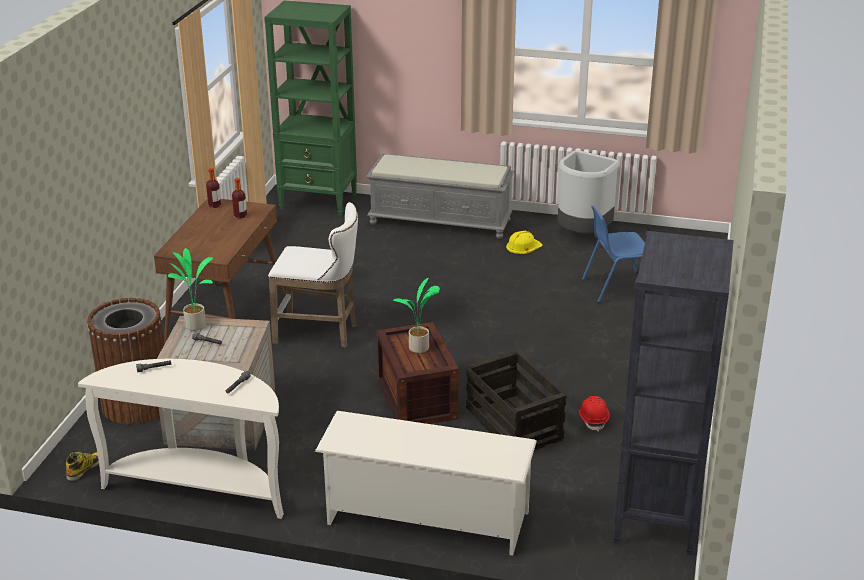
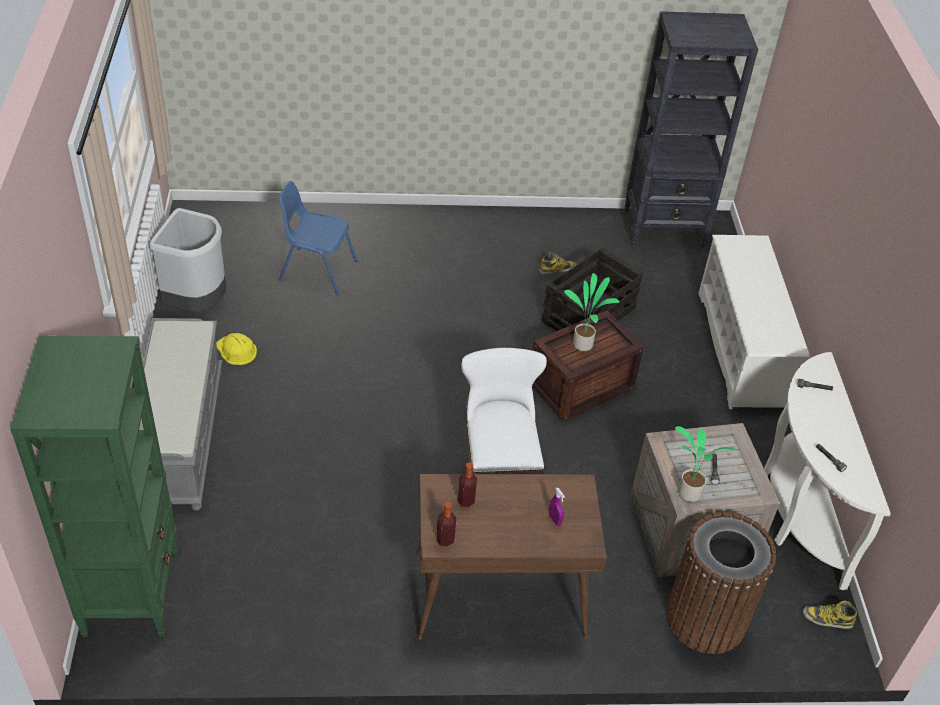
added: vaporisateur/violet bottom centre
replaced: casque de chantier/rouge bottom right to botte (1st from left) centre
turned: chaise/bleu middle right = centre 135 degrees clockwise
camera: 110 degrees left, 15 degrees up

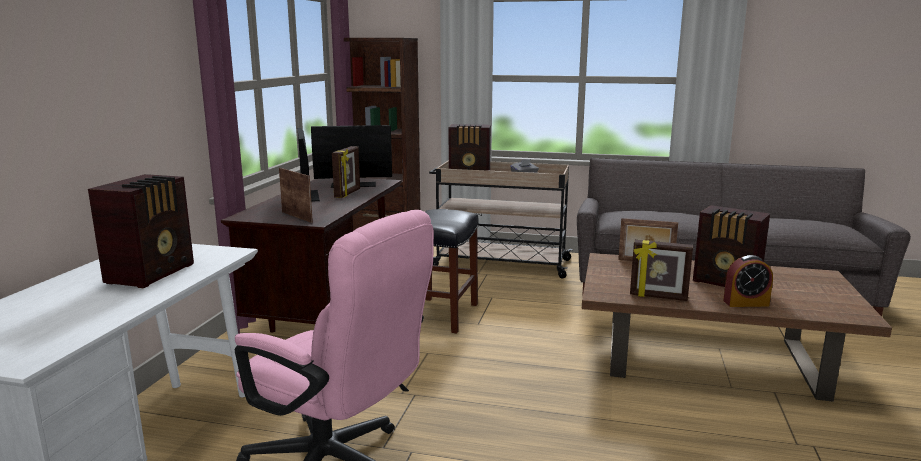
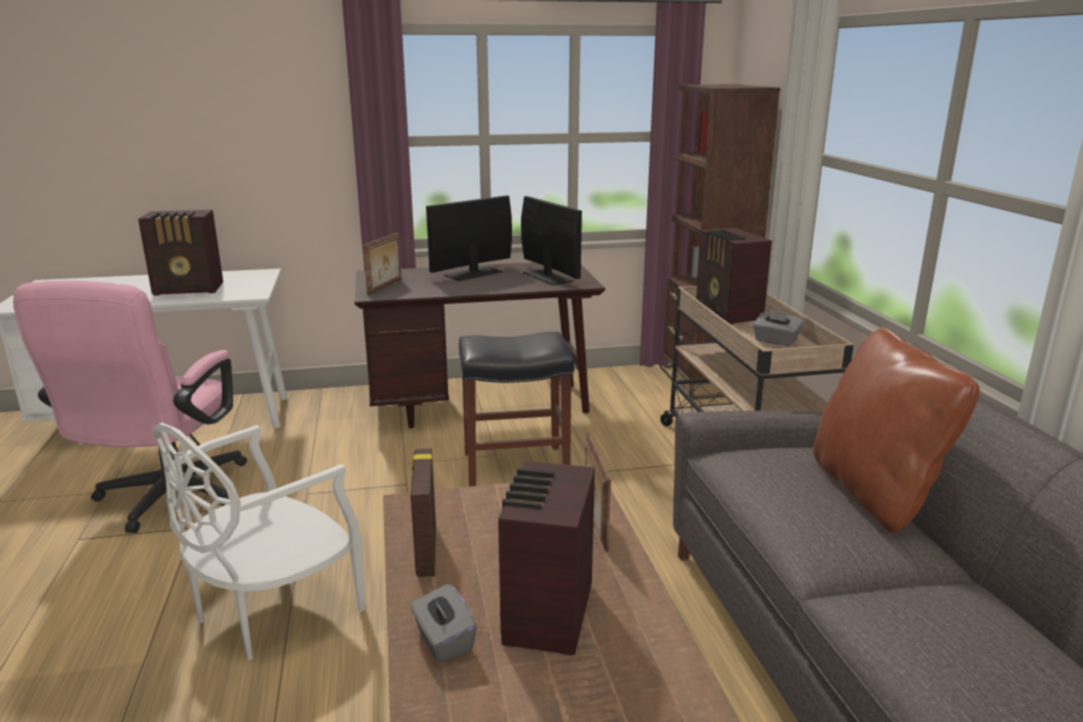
removed: cadre photo (2nd from left) centre
added: coussin/marron middle right; chaise/blanc bottom left
replaced: réveil middle right to boîte à mouchoirs/gris (1st from left) bottom centre
camera: 65 degrees right, 5 degrees up

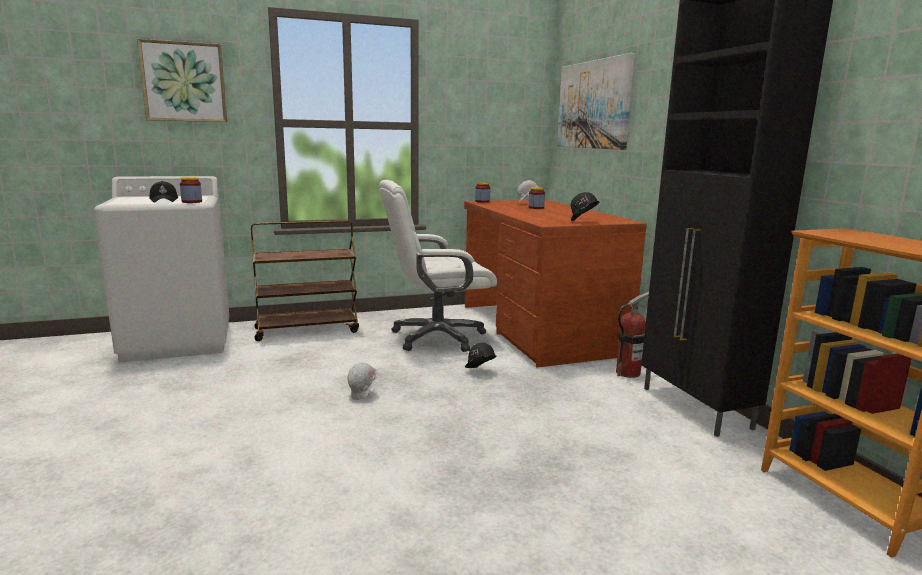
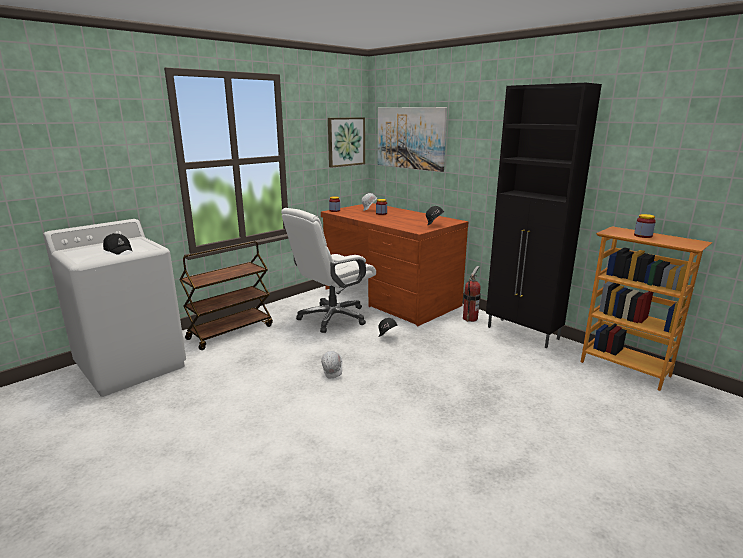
moved: tableau (1st from left) top left to top centre; bocal (1st from left in the first image) top left to bocal (3rd from left) middle right
camera: 25 degrees left, 5 degrees up

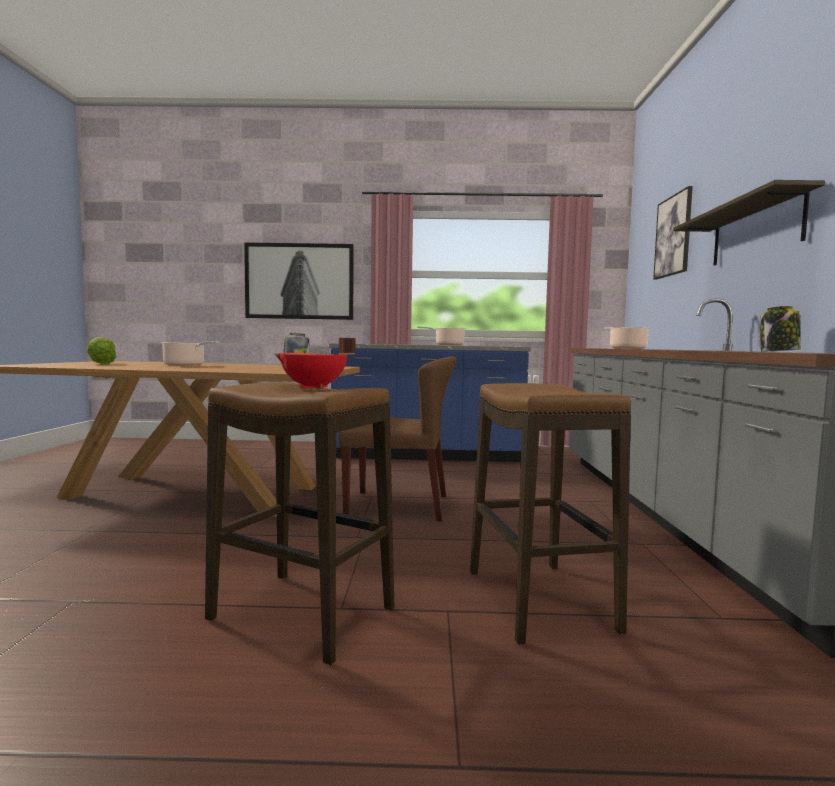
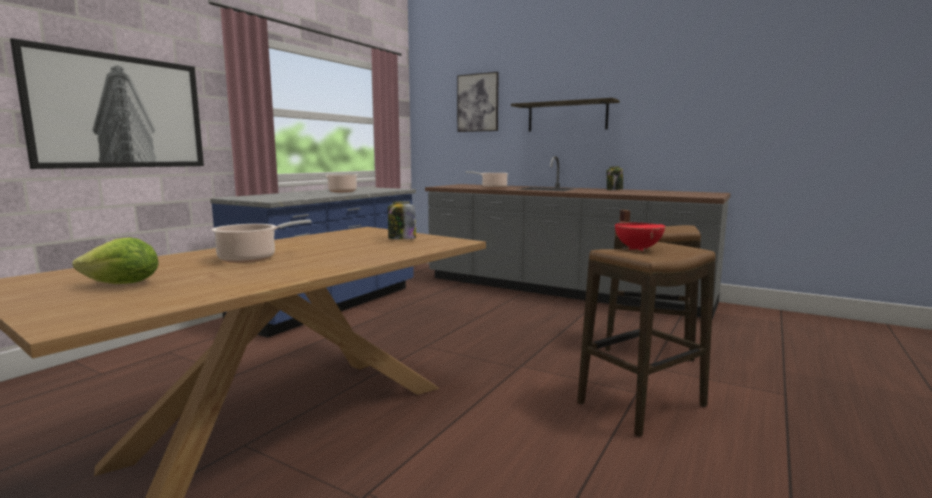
removed: chaise/marron centre
camera: 60 degrees left, 5 degrees up

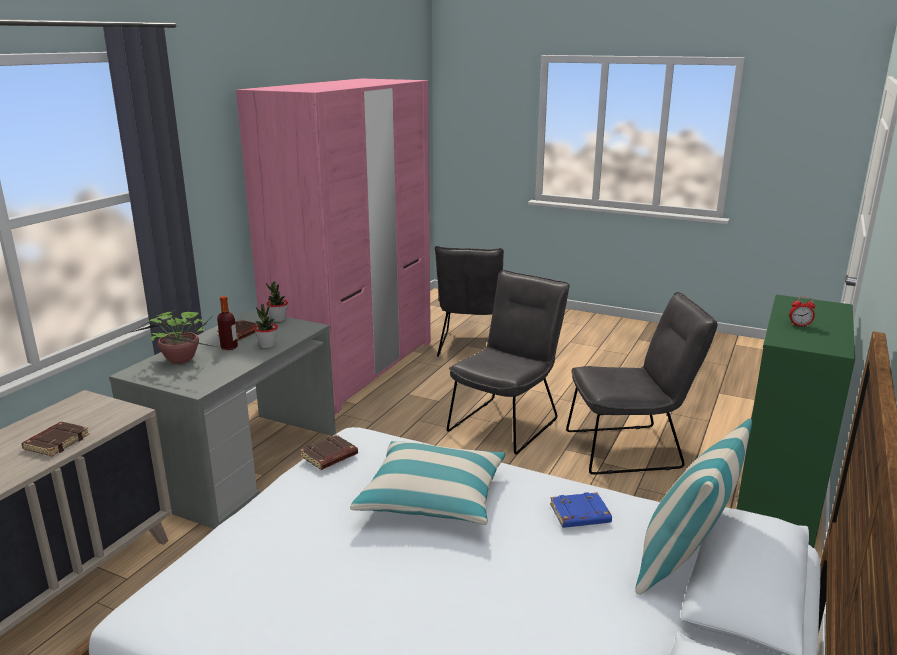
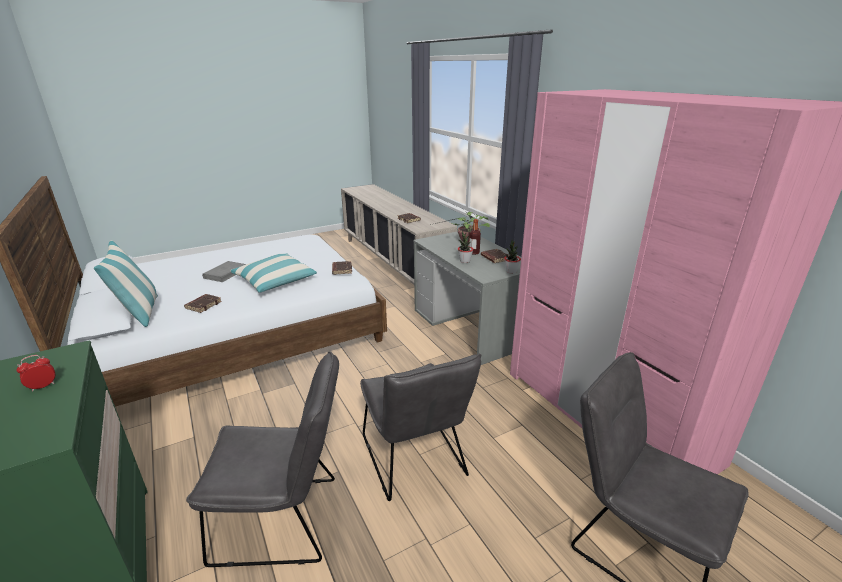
added: livre/gris middle left
recoloured: livre/bleu bottom centre to livre/marron (1st from left) middle left
turned: chaise/gris (3rd from left in the first image) middle right = bottom left 120 degrees counterclockwise
camera: 125 degrees right, 5 degrees up

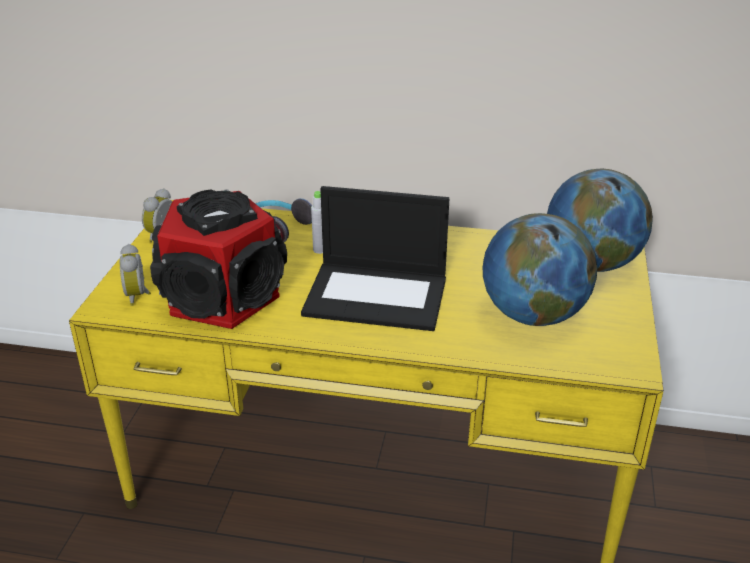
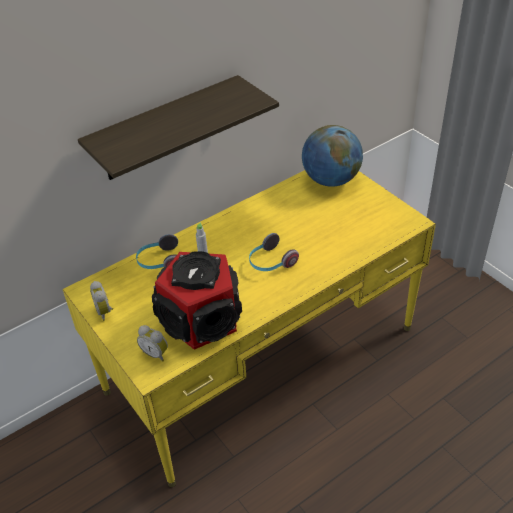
removed: globe (1st from left) middle right
added: étagère top centre
replaced: ordinateur portable centre to casque audio (2nd from left) centre
camera: 45 degrees left, 10 degrees up

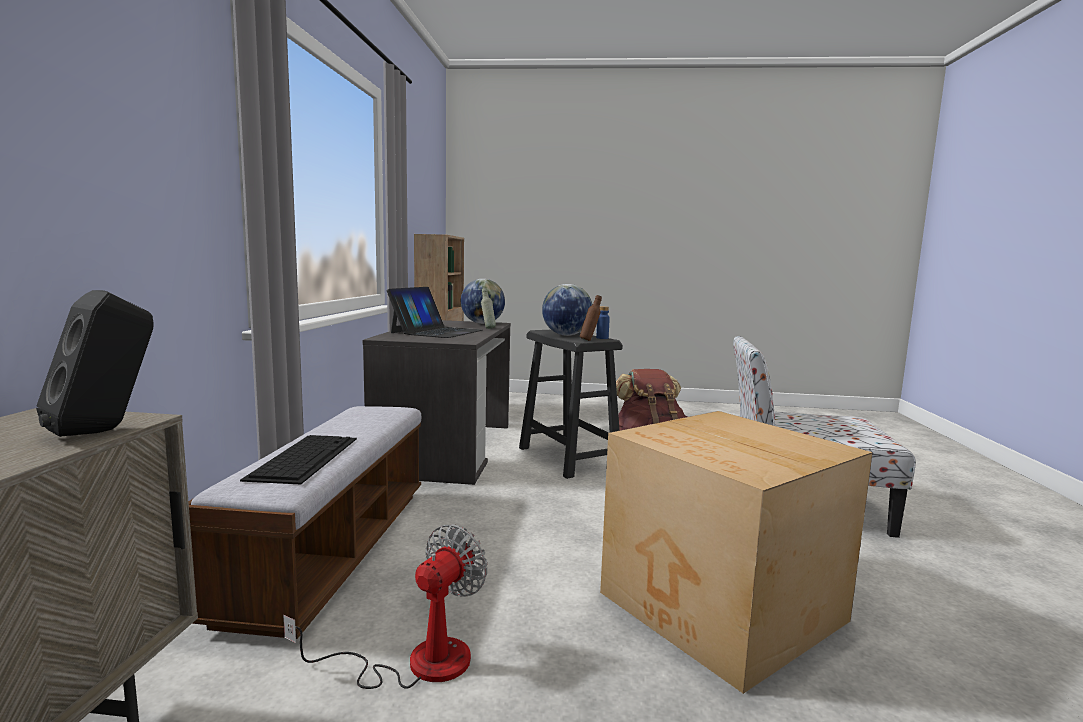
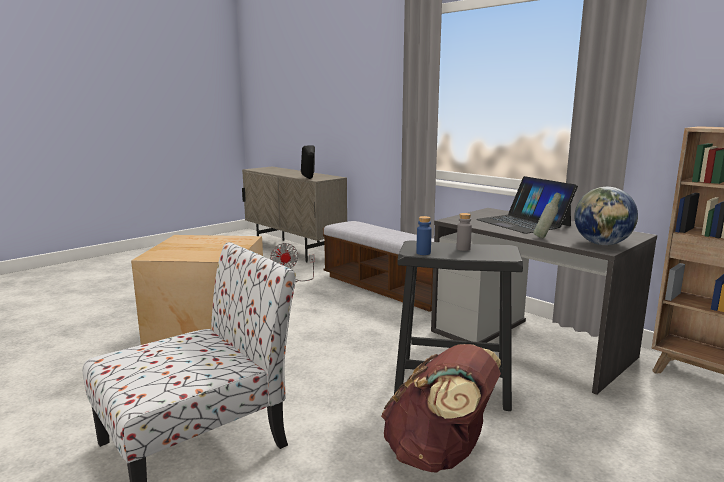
removed: bouteille/marron centre; clavier middle left
replaced: globe (2nd from left) centre to bouteille/gris (1st from left) centre
camera: 130 degrees right, 5 degrees up

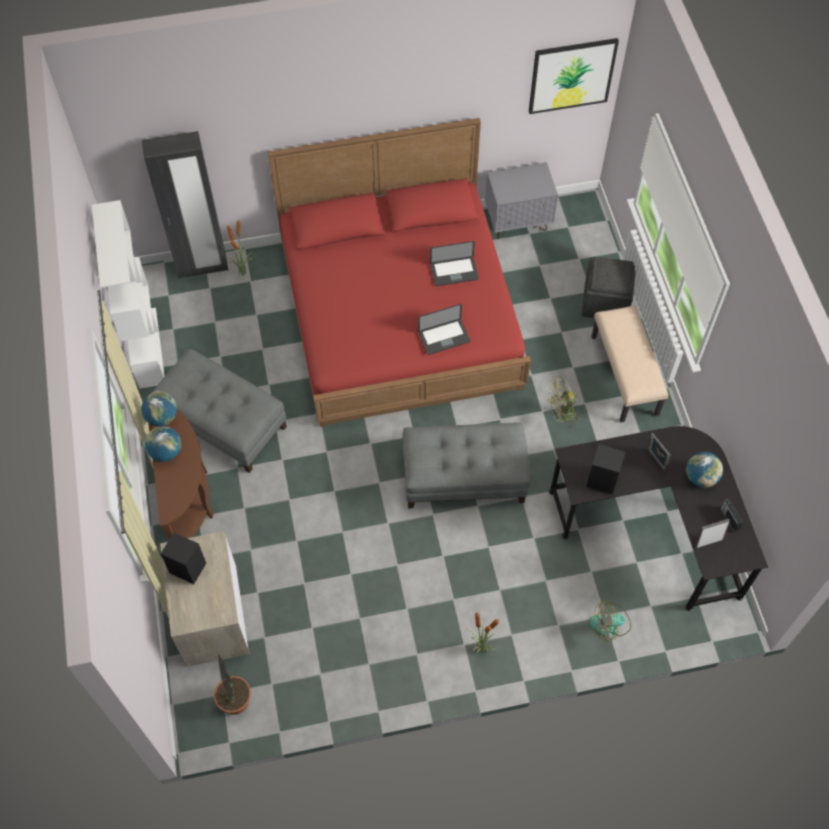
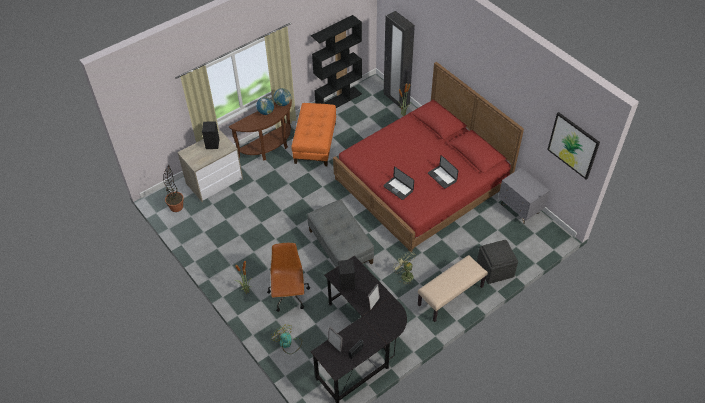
removed: globe (3rd from left) middle right
added: chaise de bureau/marron bottom centre
recoloured: bibliothèque/blanc middle left to bibliothèque/noir top centre; pouf/gris (1st from left) middle left to pouf/orange top centre
camera: 65 degrees right, 10 degrees down

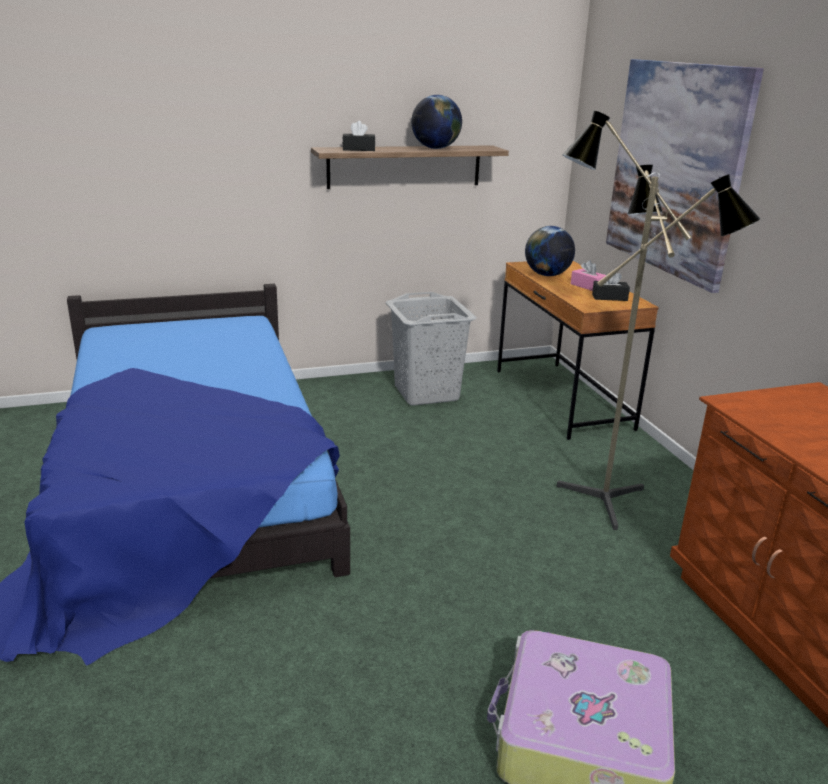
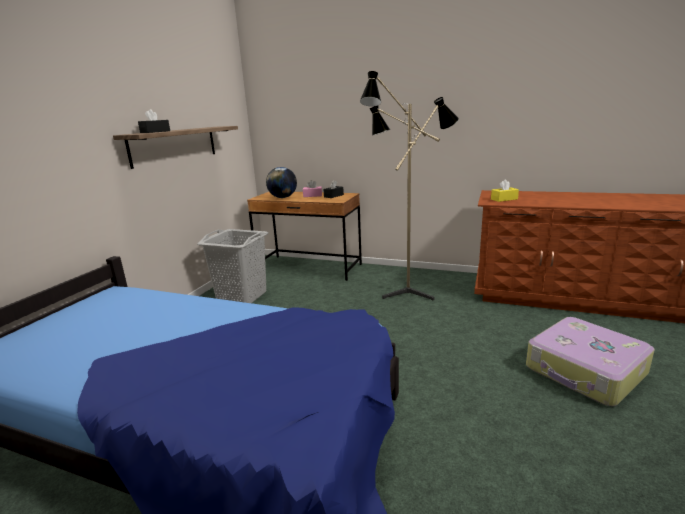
removed: tableau top right; globe (1st from left) top centre
added: boîte à mouchoirs/jaune middle right
camera: 50 degrees left, 5 degrees down

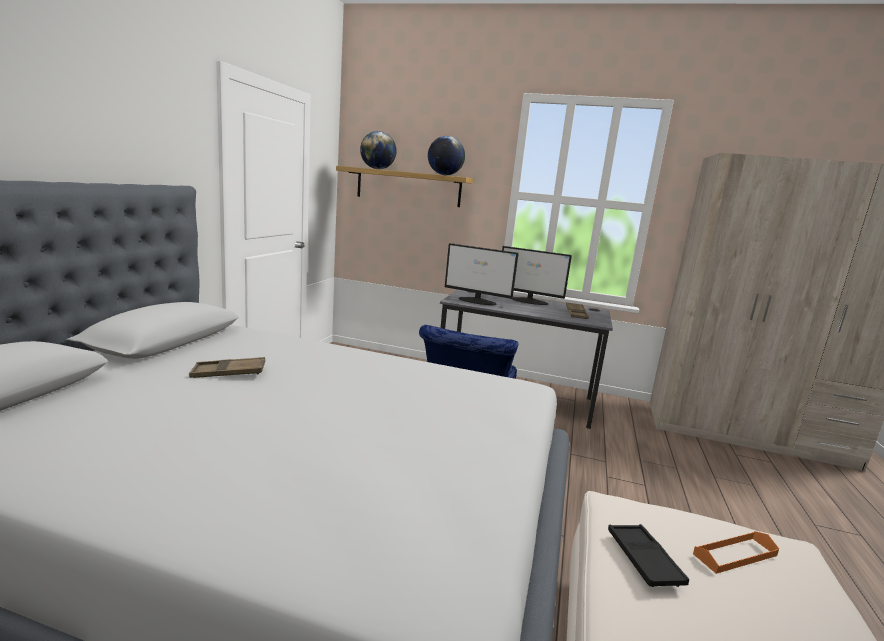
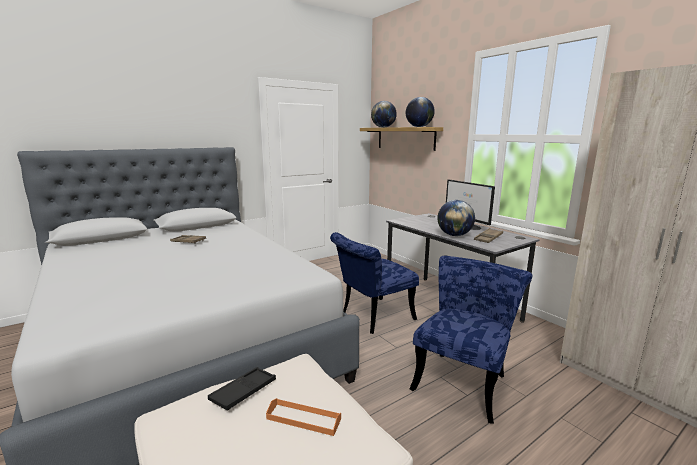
removed: écran d'ordinateur (1st from left) centre
added: globe (3rd from left) centre; chaise/bleu (2nd from left) bottom right
camera: 40 degrees right, 0 degrees up

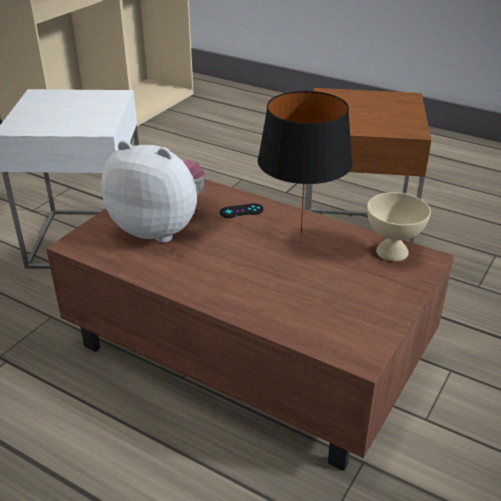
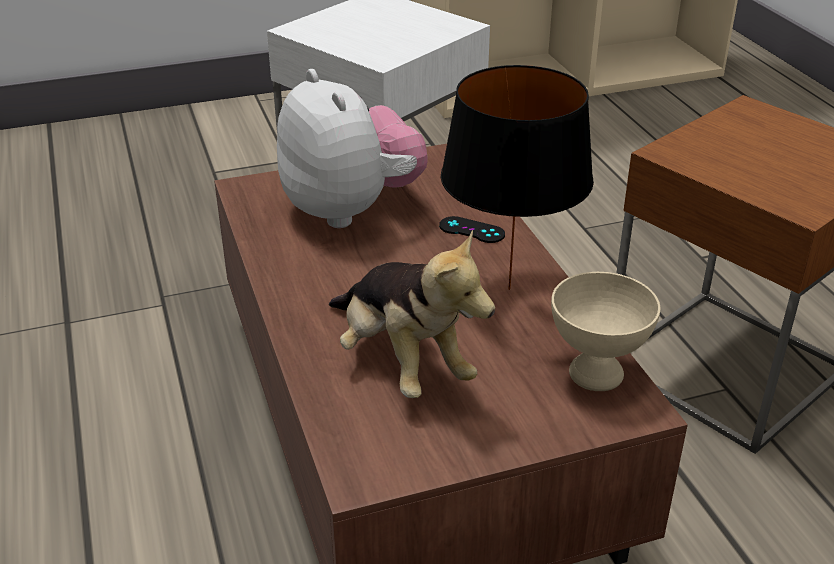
added: peluche (2nd from left) centre
camera: 40 degrees right, 0 degrees up

